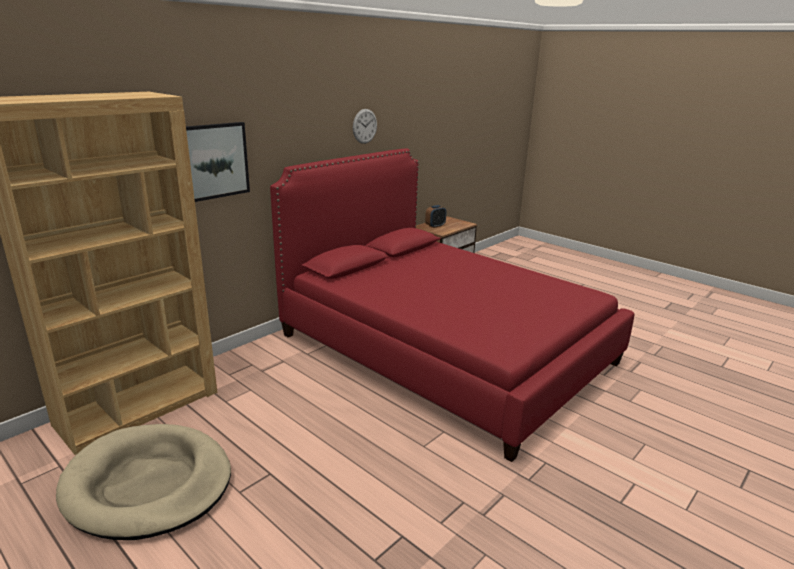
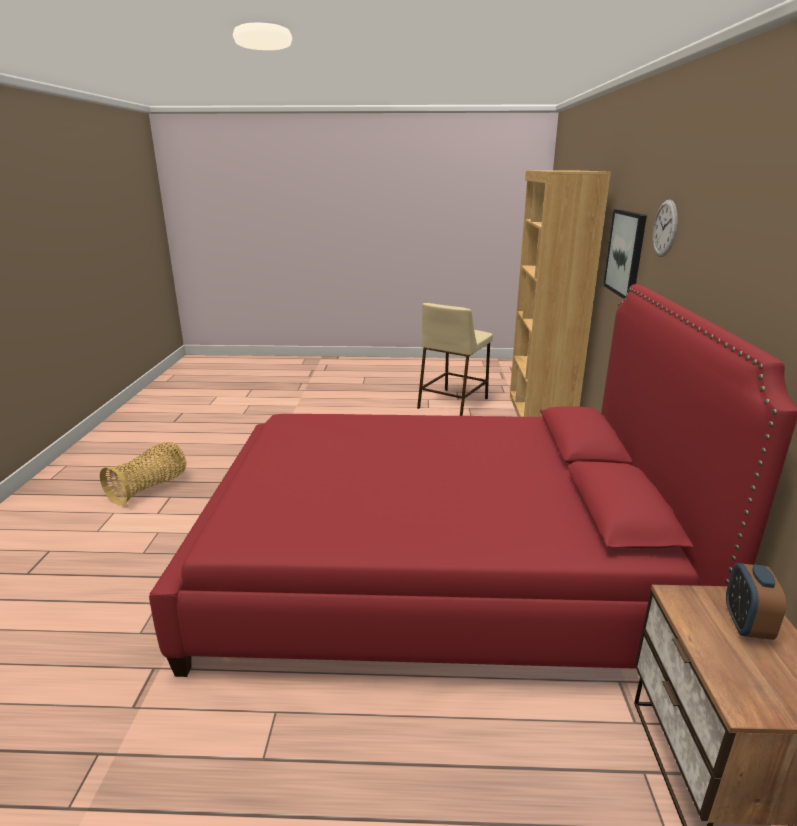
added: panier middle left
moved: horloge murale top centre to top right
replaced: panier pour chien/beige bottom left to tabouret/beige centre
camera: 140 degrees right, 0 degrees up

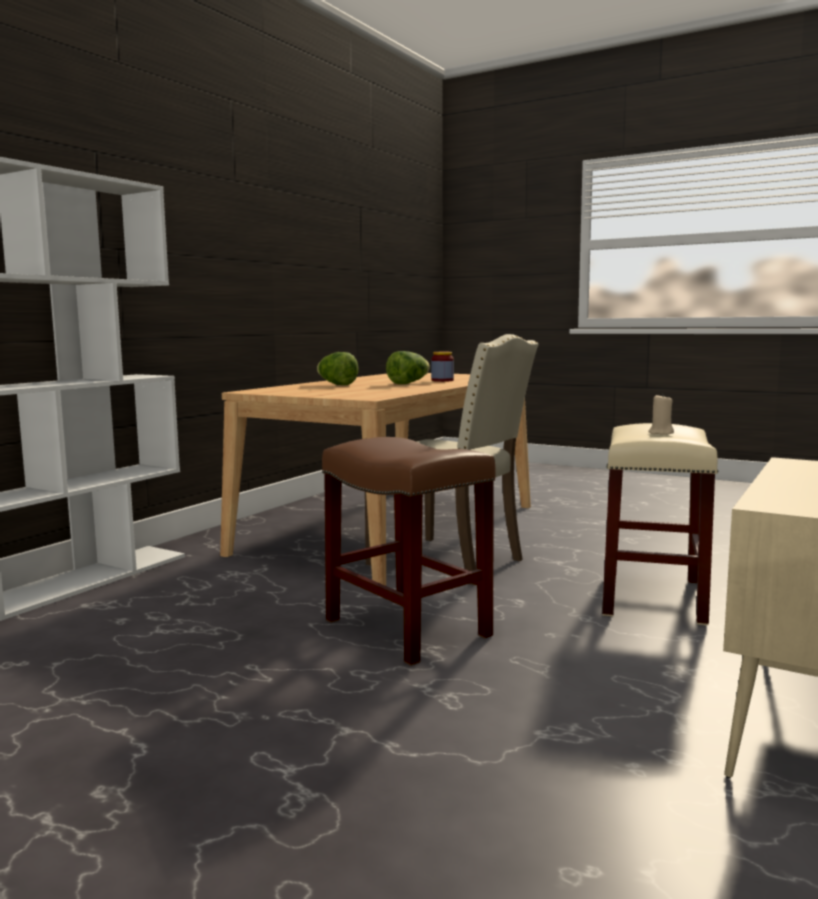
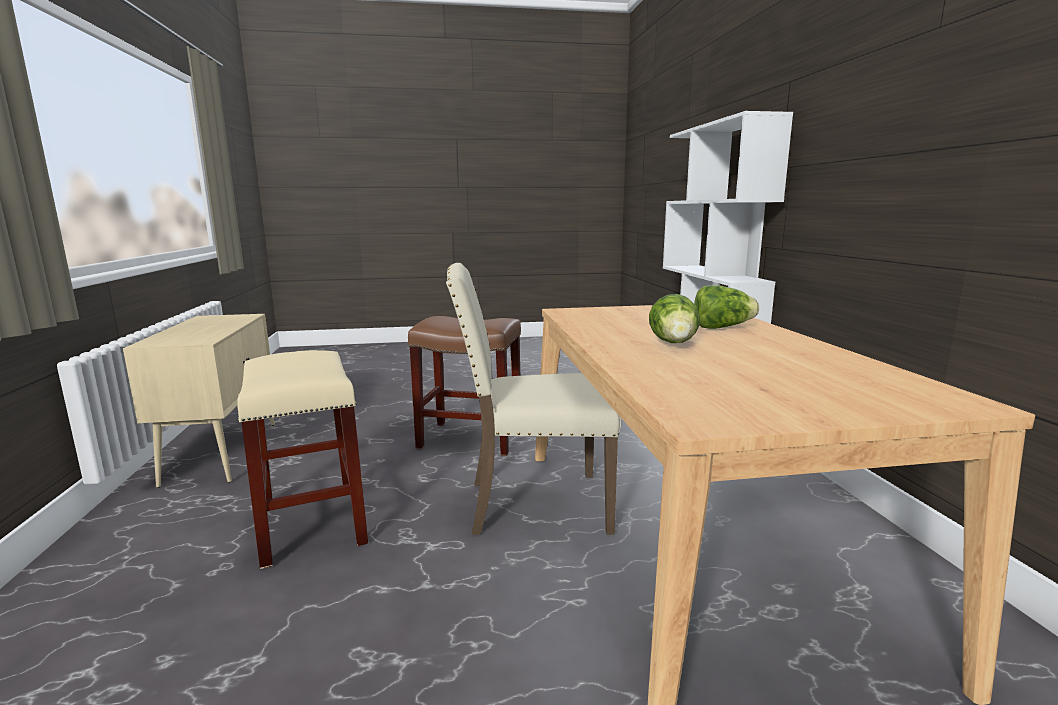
removed: bocal centre; bougie/beige middle right
camera: 140 degrees right, 5 degrees up

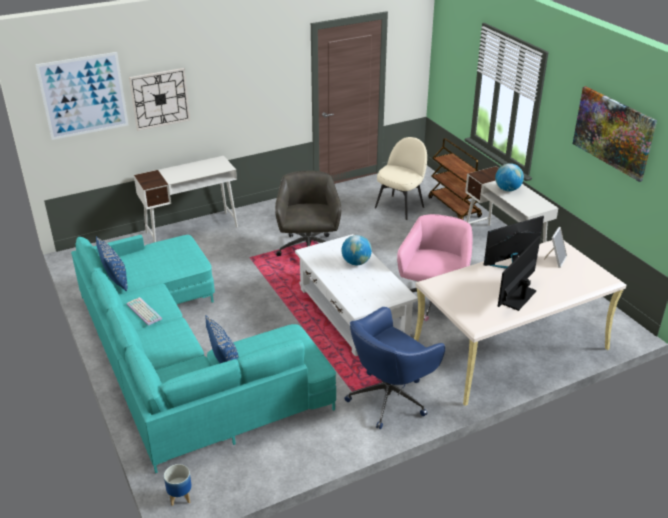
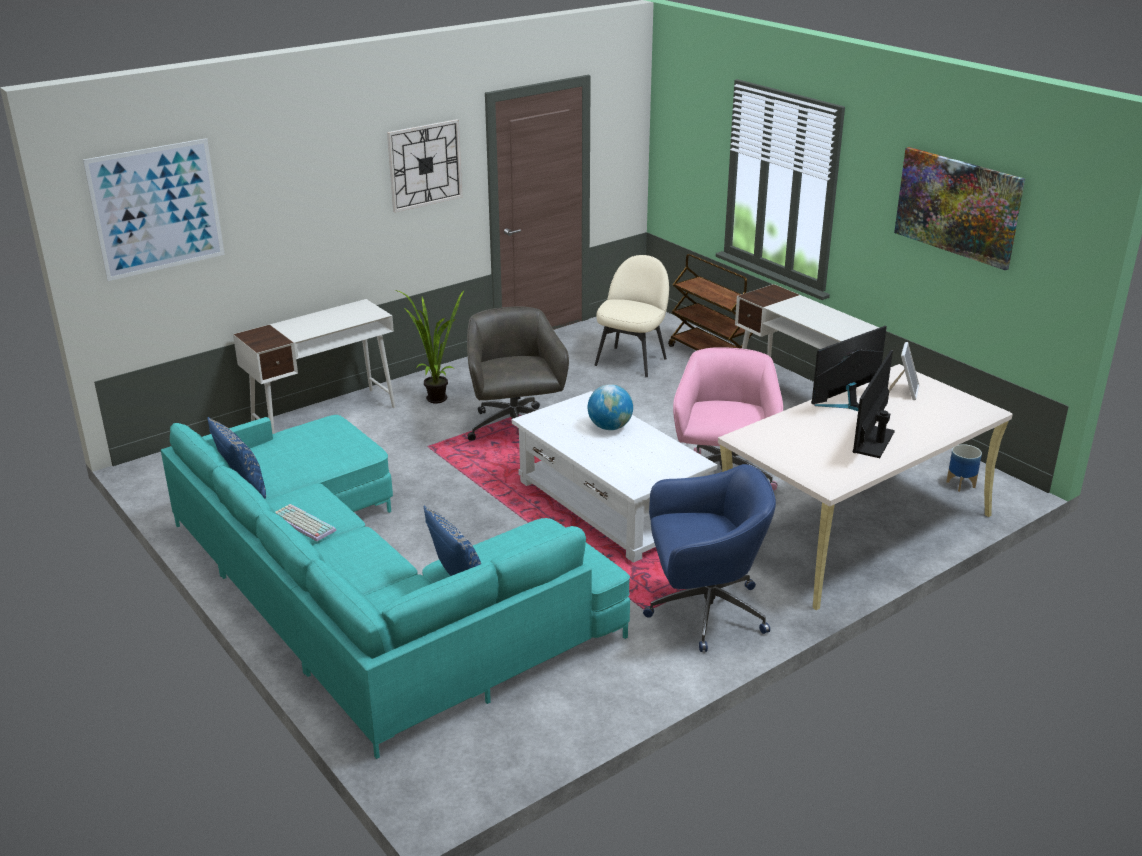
removed: globe (2nd from left) middle right
added: plante en pot centre
moved: horloge murale top left to top centre; cache-pot bottom left to middle right
turned: chaise de bureau/bleu bottom centre = centre 135 degrees counterclockwise
camera: 10 degrees left, 5 degrees down

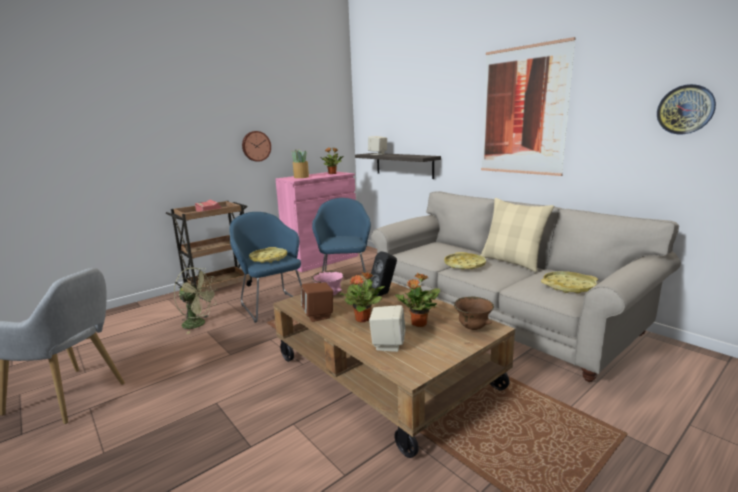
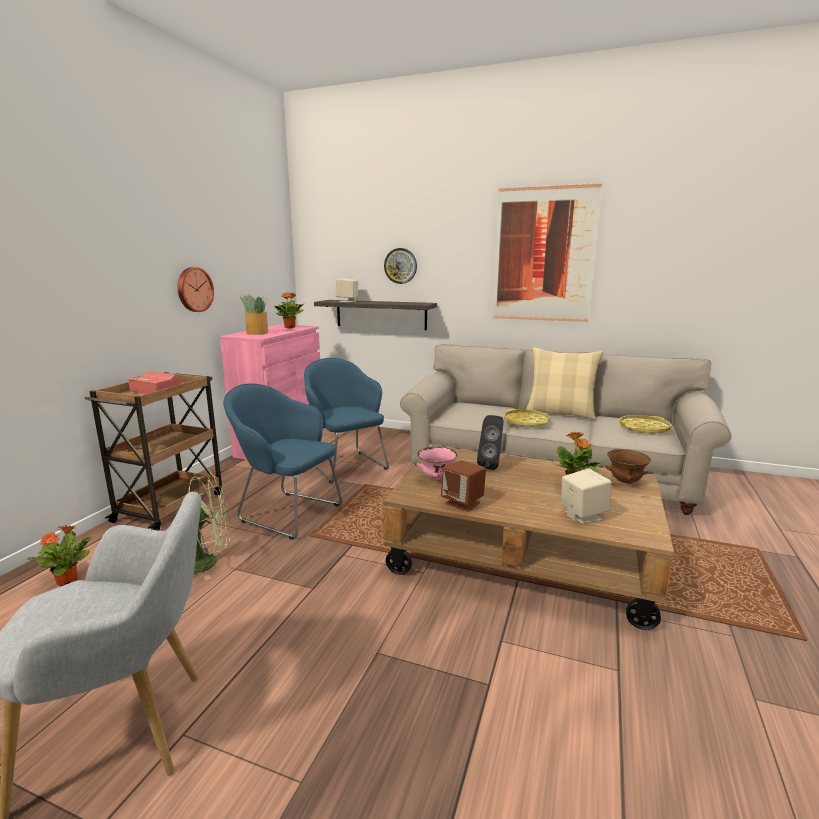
removed: plateau/jaune (1st from left) centre
moved: horloge murale (2nd from left) top right to top centre; plante en pot (3rd from left in the first image) centre to plante en pot (1st from left) bottom left
camera: 30 degrees left, 0 degrees up

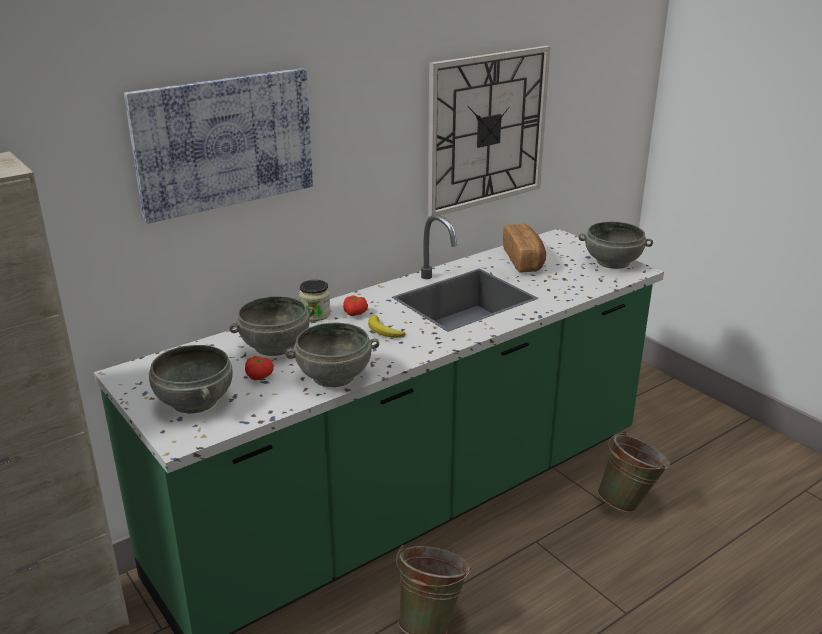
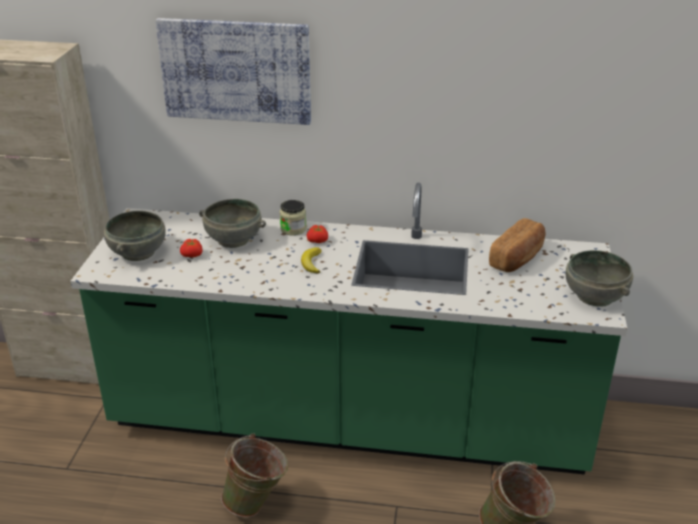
removed: horloge murale top centre; bol/gris (3rd from left) centre
camera: 45 degrees right, 5 degrees up

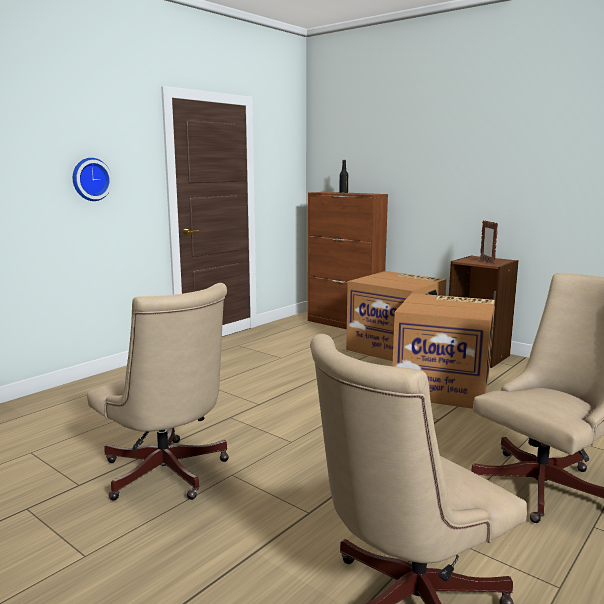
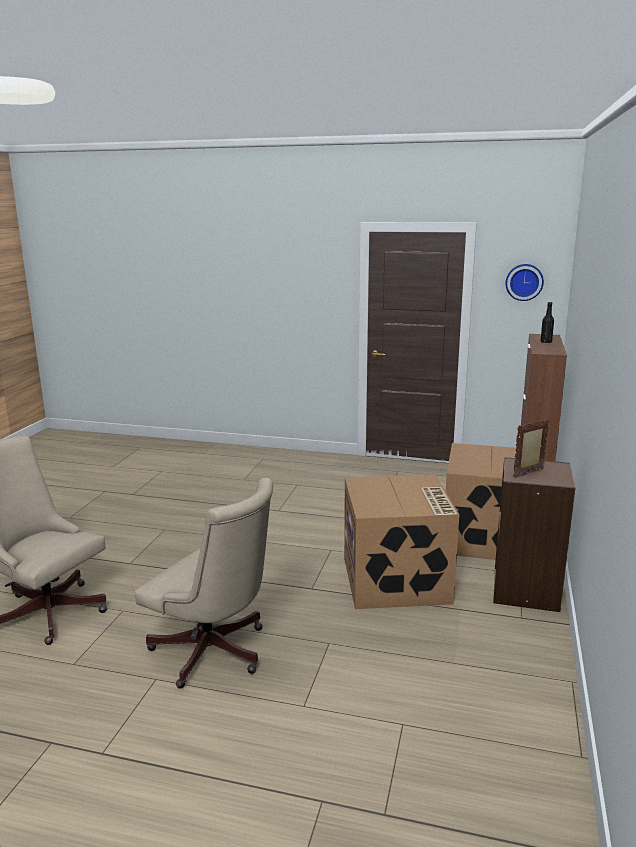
removed: chaise de bureau/beige (1st from left) middle left
moved: horloge murale top left to top right
camera: 65 degrees right, 5 degrees up

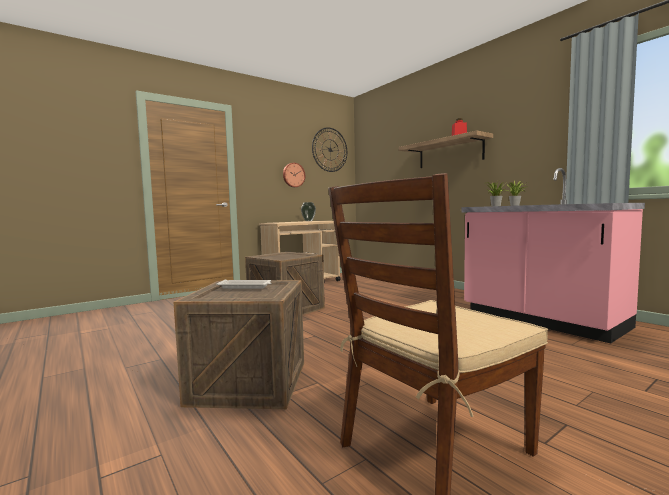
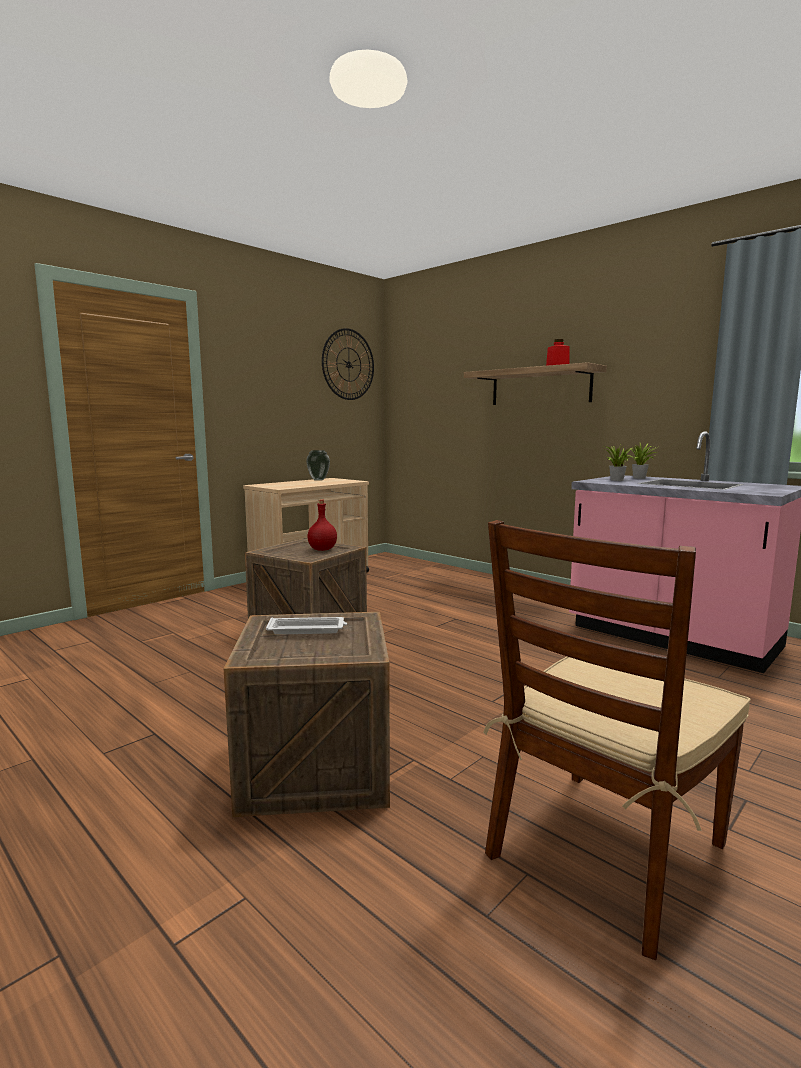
removed: horloge murale (1st from left) centre
added: bouteille/rouge centre
camera: 10 degrees left, 5 degrees up

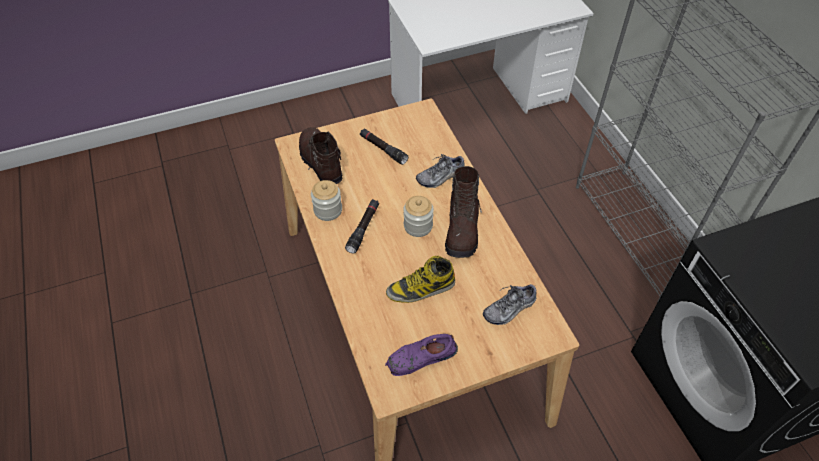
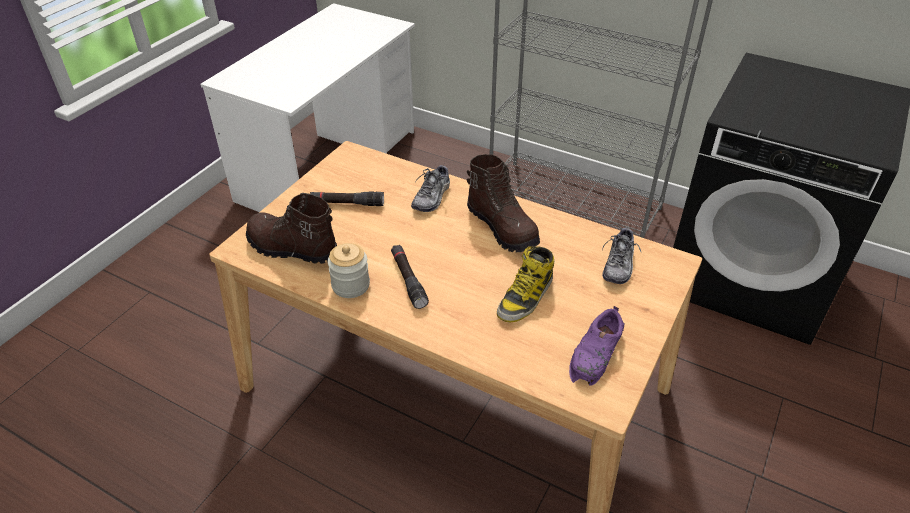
removed: bocal (2nd from left) centre
camera: 40 degrees left, 10 degrees down

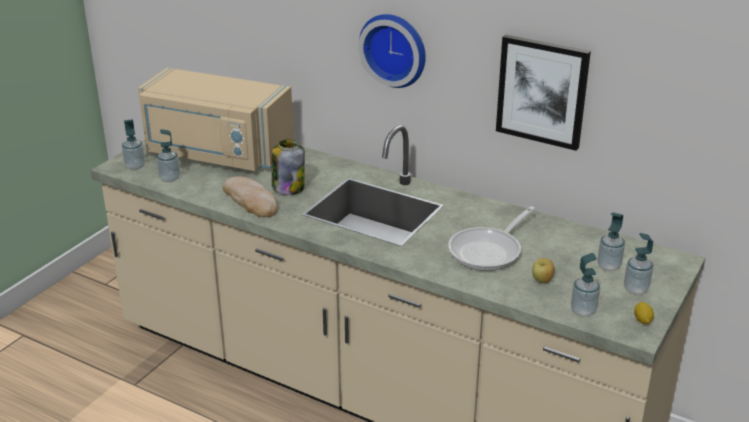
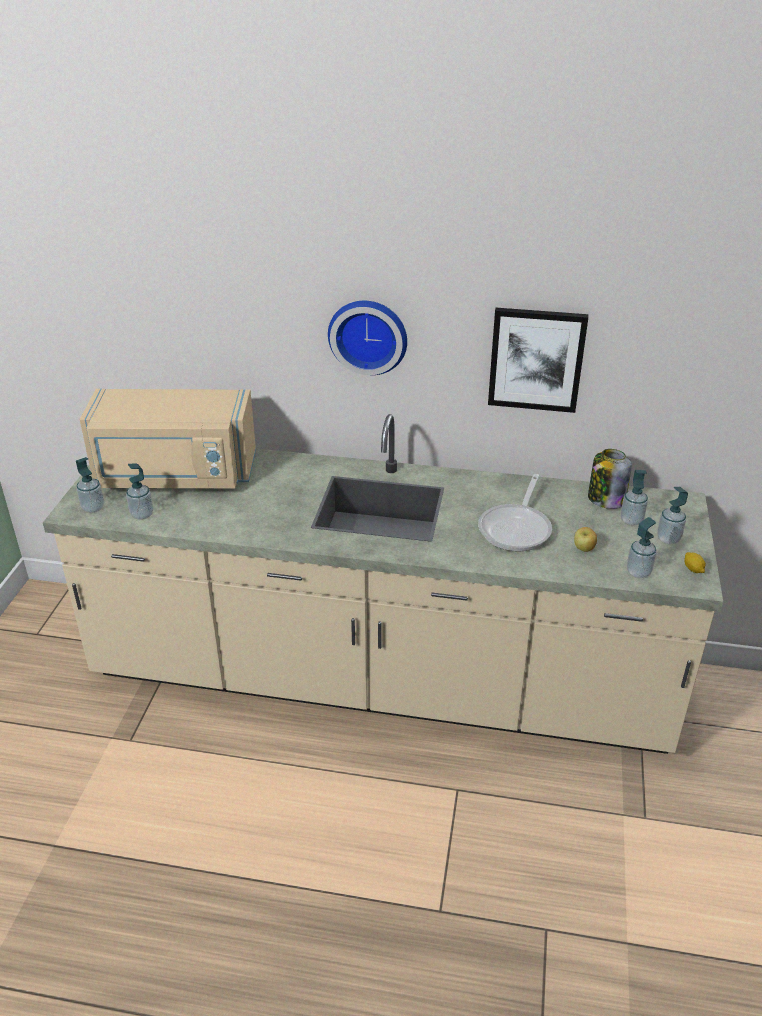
removed: pain centre
moved: bocal centre to middle right
camera: 20 degrees left, 5 degrees up

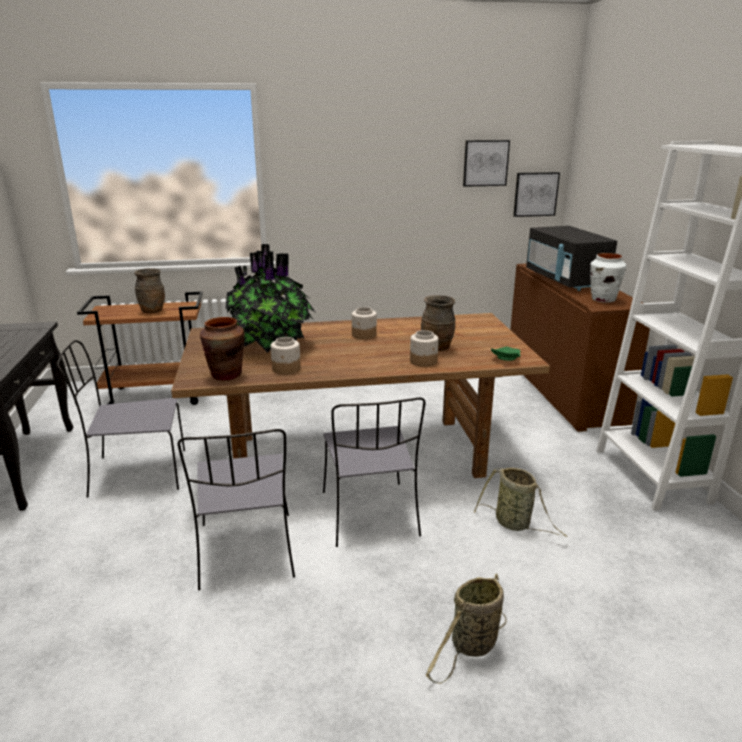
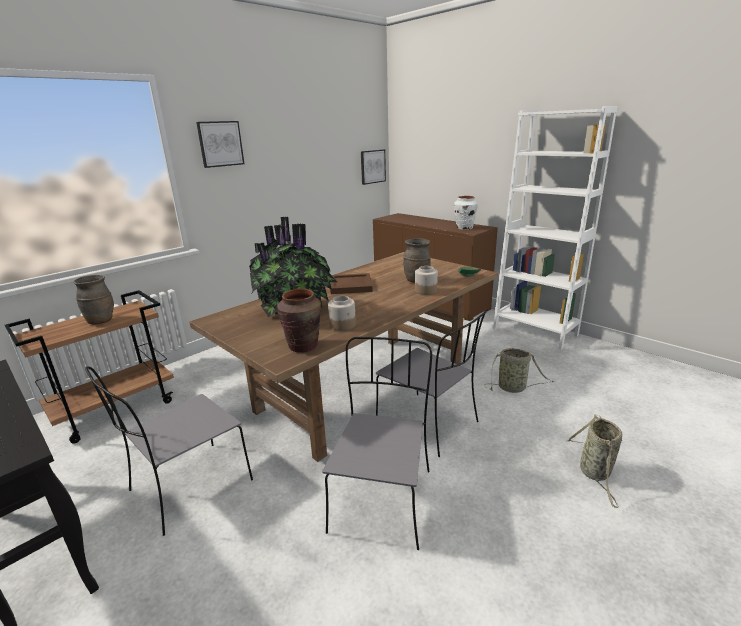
removed: micro-ondes/noir middle right
moved: tableau (1st from left) top centre to top left
replaced: bocal (2nd from left) centre to plateau/marron centre
turned: chaise/gris (2nd from left) bottom left = bottom centre 120 degrees counterclockwise
camera: 35 degrees left, 0 degrees up

